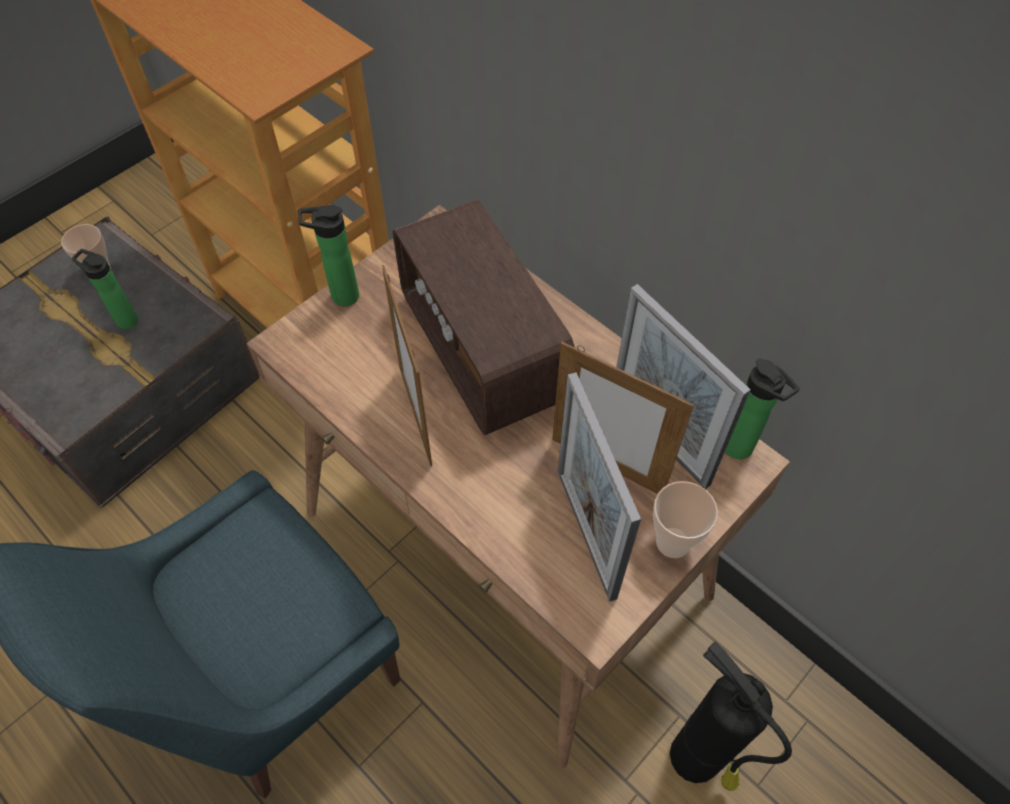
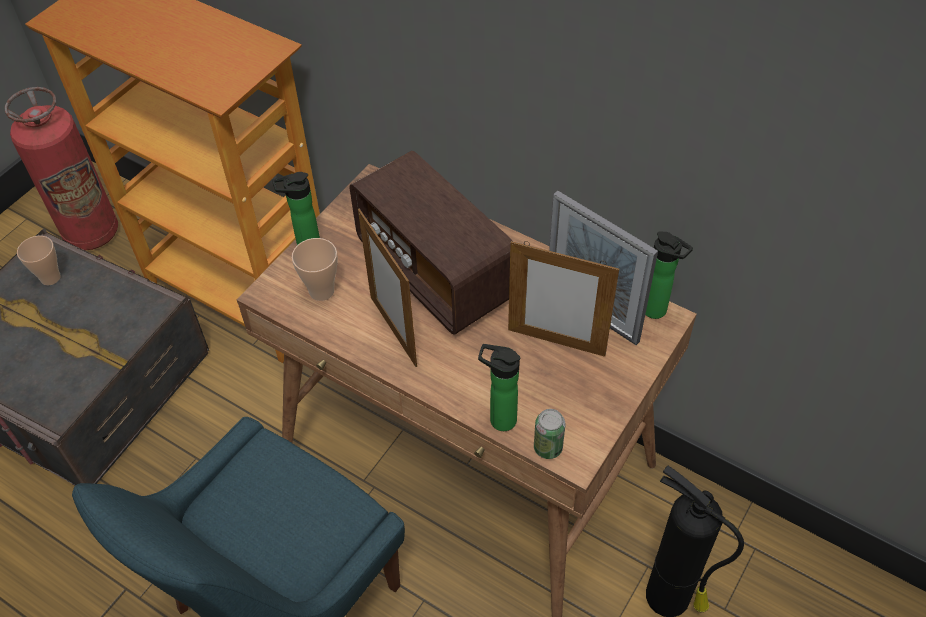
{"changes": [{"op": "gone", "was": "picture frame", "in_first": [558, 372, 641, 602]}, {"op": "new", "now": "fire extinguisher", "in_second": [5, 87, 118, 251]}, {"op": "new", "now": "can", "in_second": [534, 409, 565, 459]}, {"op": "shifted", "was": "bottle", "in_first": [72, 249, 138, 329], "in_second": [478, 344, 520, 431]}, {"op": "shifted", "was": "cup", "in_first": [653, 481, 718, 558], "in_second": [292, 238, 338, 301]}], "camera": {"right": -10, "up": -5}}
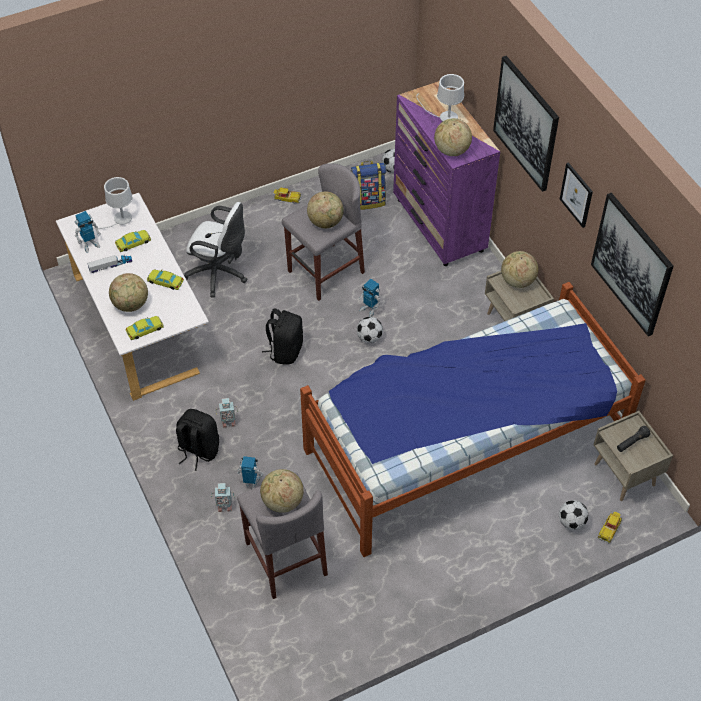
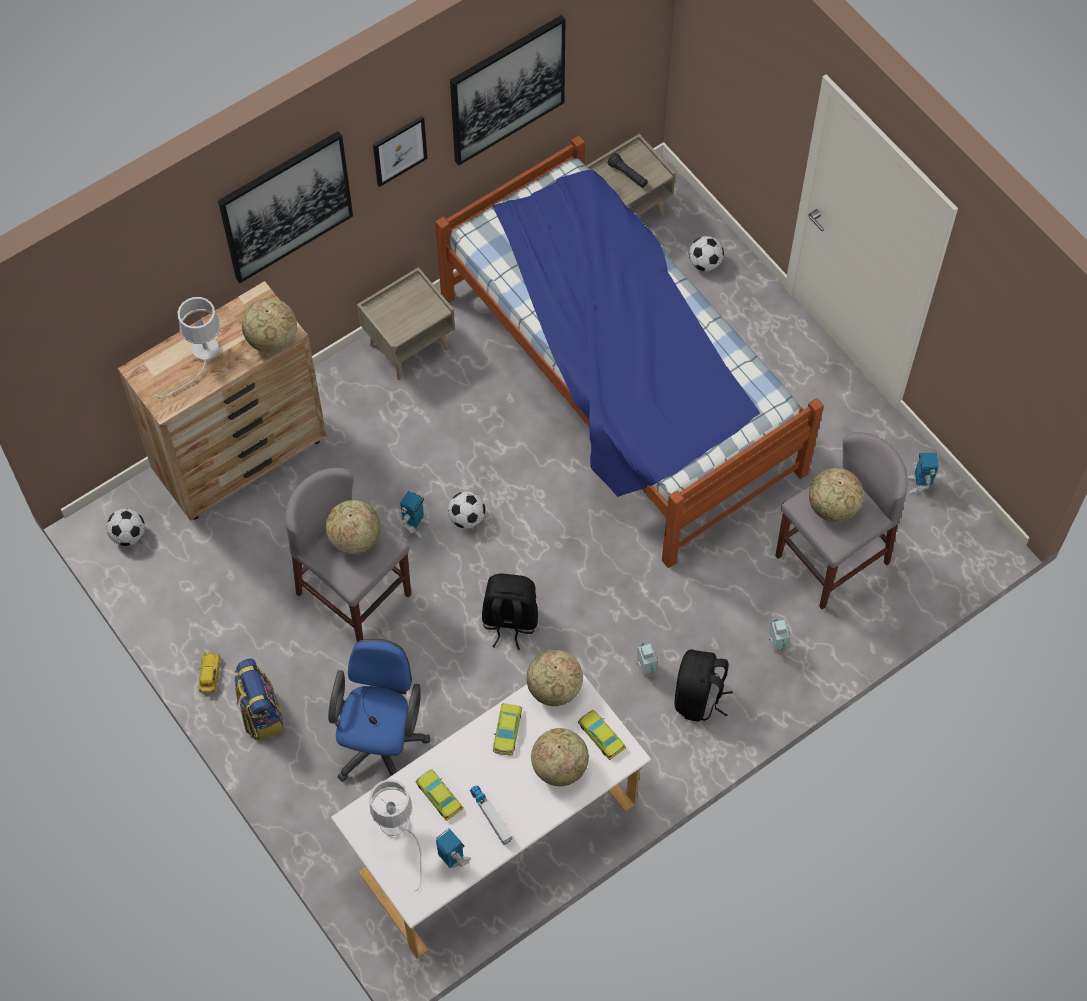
{"changes": [{"op": "gone", "was": "toy car", "in_first": [598, 512, 622, 543]}, {"op": "shifted", "was": "toy robot", "in_first": [237, 456, 264, 488], "in_second": [907, 453, 939, 495]}, {"op": "shifted", "was": "backpack", "in_first": [351, 161, 386, 210], "in_second": [234, 658, 284, 740]}, {"op": "shifted", "was": "globe", "in_first": [501, 251, 538, 288], "in_second": [526, 650, 583, 706]}, {"op": "repainted", "was": "office chair/white", "now": "office chair/blue", "in_first": [184, 202, 247, 298], "in_second": [328, 639, 430, 782]}, {"op": "repainted", "was": "dresser/purple", "now": "dresser/brown", "in_first": [393, 81, 500, 266], "in_second": [118, 281, 326, 521]}], "camera": {"right": -100, "up": 10}}
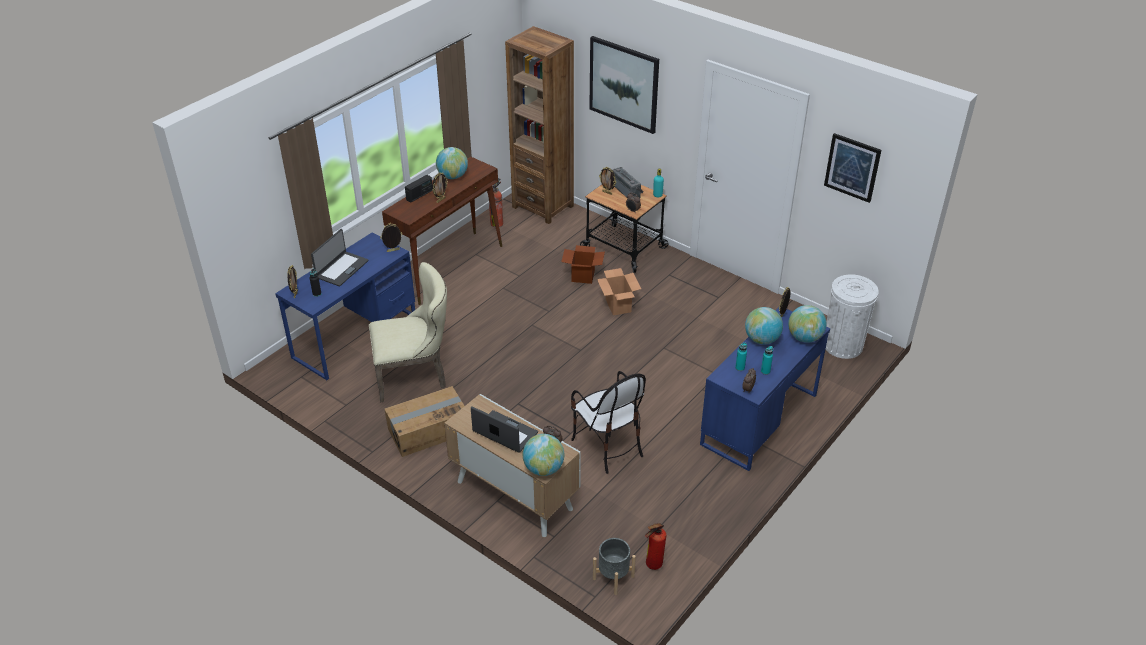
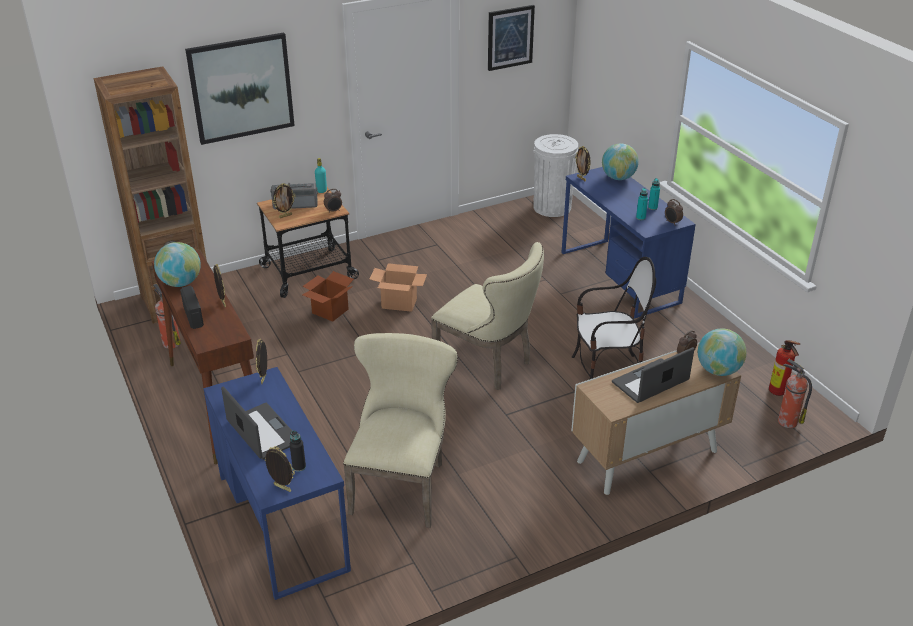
{"changes": [{"op": "gone", "was": "cardboard box", "in_first": [385, 386, 464, 457]}, {"op": "gone", "was": "globe", "in_first": [745, 307, 783, 344]}, {"op": "new", "now": "chair/beige", "in_second": [431, 242, 544, 390]}, {"op": "swapped", "was": "planter/grey", "now": "fire extinguisher", "in_first": [593, 538, 636, 595], "in_second": [778, 359, 812, 428]}], "camera": {"right": -65, "up": -5}}
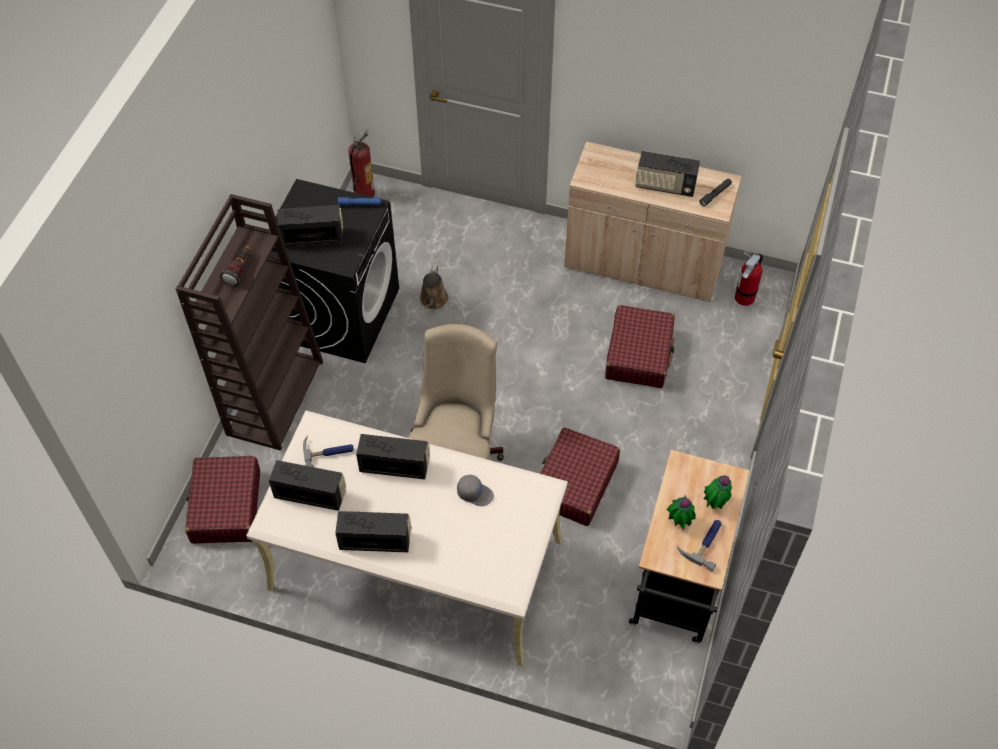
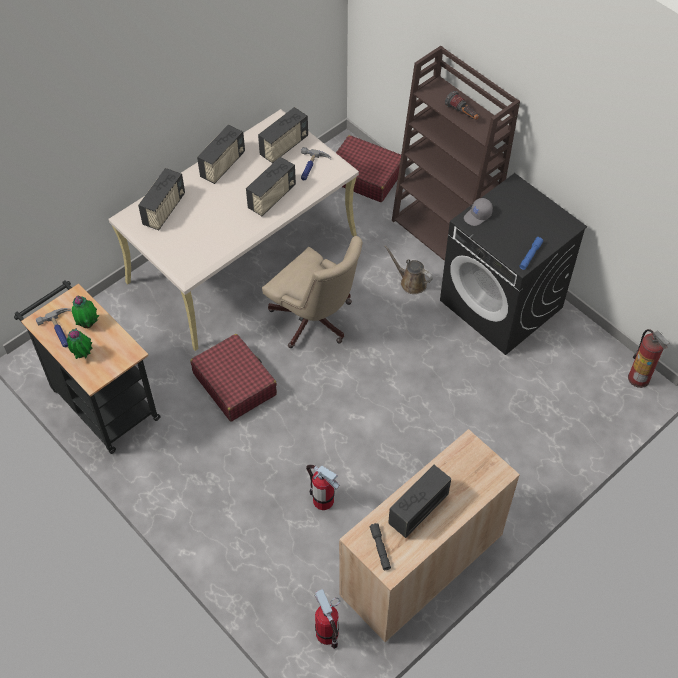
{"changes": [{"op": "shifted", "was": "radio", "in_first": [278, 205, 343, 247], "in_second": [138, 168, 185, 230]}, {"op": "shifted", "was": "watering can/brown", "in_first": [420, 265, 448, 309], "in_second": [384, 245, 433, 294]}, {"op": "shifted", "was": "cap/grey", "in_first": [457, 475, 494, 506], "in_second": [464, 198, 493, 226]}, {"op": "swapped", "was": "suitcase/red", "now": "fire extinguisher", "in_first": [605, 305, 675, 388], "in_second": [306, 464, 340, 510]}], "camera": {"right": 120, "up": 0}}
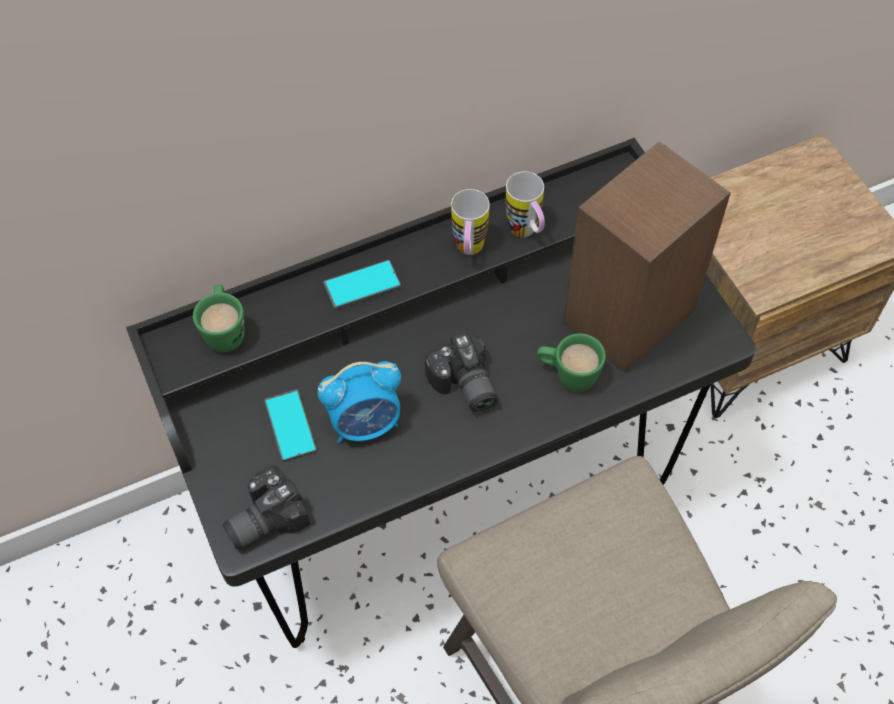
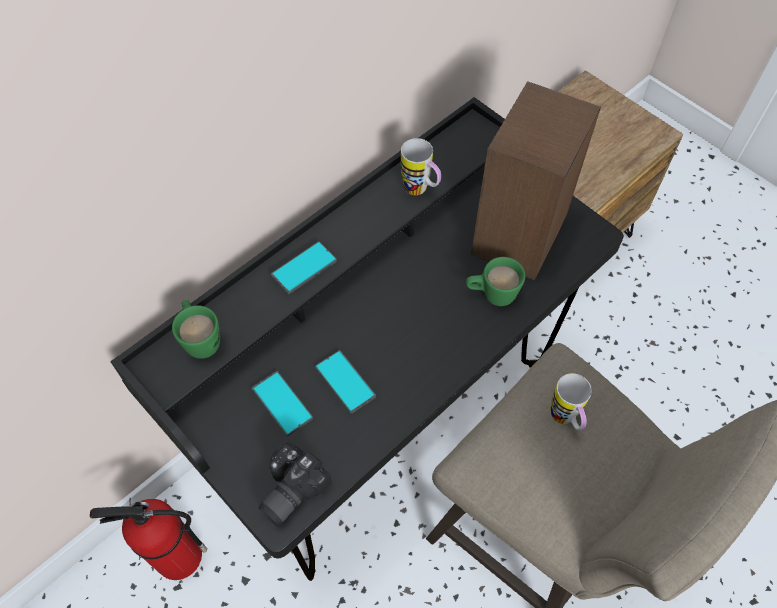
{"changes": [{"op": "gone", "was": "photo camera", "in_first": [425, 332, 498, 414]}, {"op": "new", "now": "fire extinguisher", "in_second": [90, 498, 207, 580]}, {"op": "shifted", "was": "mug", "in_first": [451, 189, 490, 255], "in_second": [551, 373, 592, 430]}, {"op": "swapped", "was": "alarm clock", "now": "phone", "in_first": [317, 361, 401, 443], "in_second": [315, 350, 376, 414]}], "camera": {"right": -20, "up": 0}}
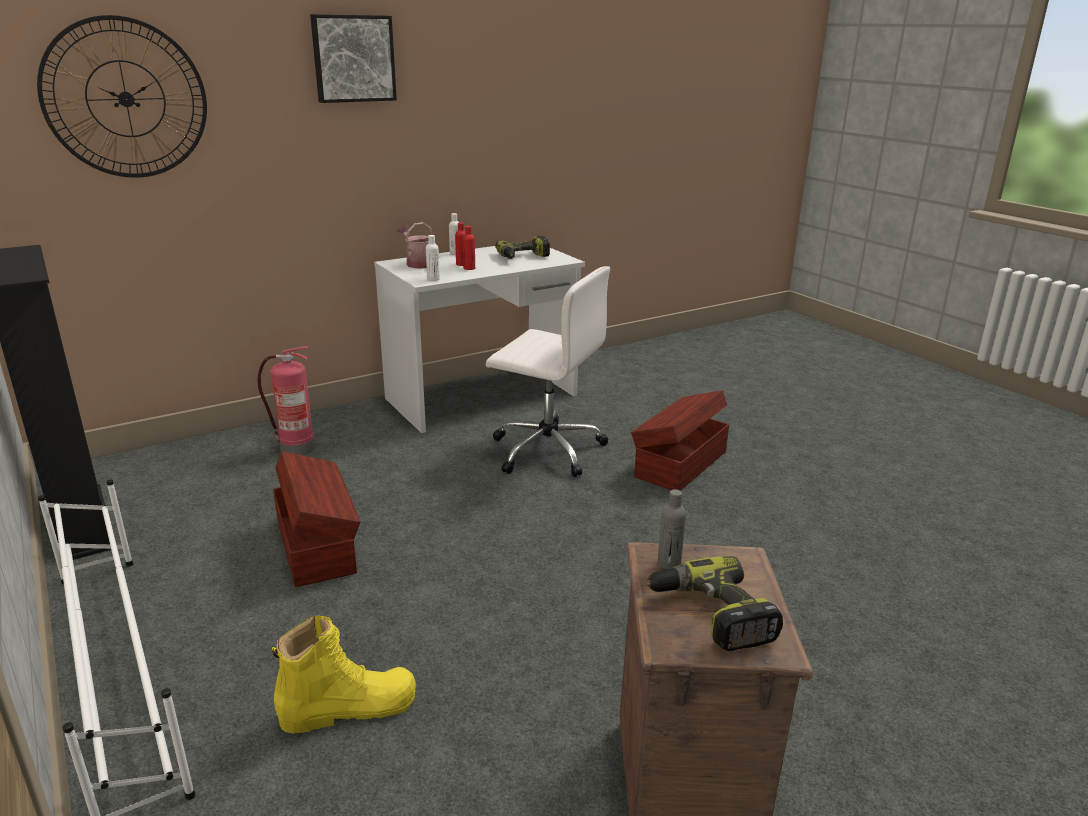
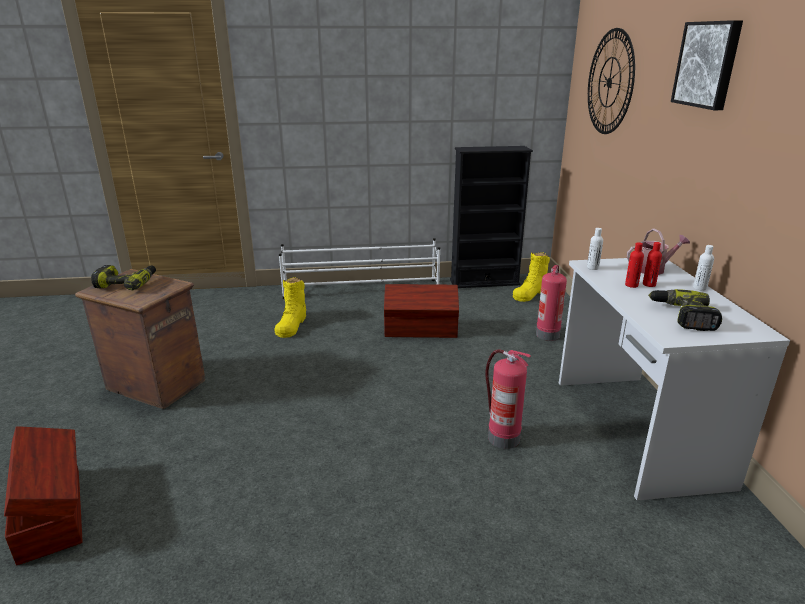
{"changes": [{"op": "gone", "was": "bottle/grey", "in_first": [658, 489, 686, 569]}, {"op": "new", "now": "boot/yellow", "in_second": [513, 252, 550, 302]}, {"op": "shifted", "was": "storage box/brown", "in_first": [631, 390, 729, 491], "in_second": [4, 426, 82, 565]}, {"op": "swapped", "was": "office chair/white", "now": "fire extinguisher", "in_first": [486, 266, 610, 477], "in_second": [486, 350, 531, 449]}], "camera": {"right": 115, "up": 0}}
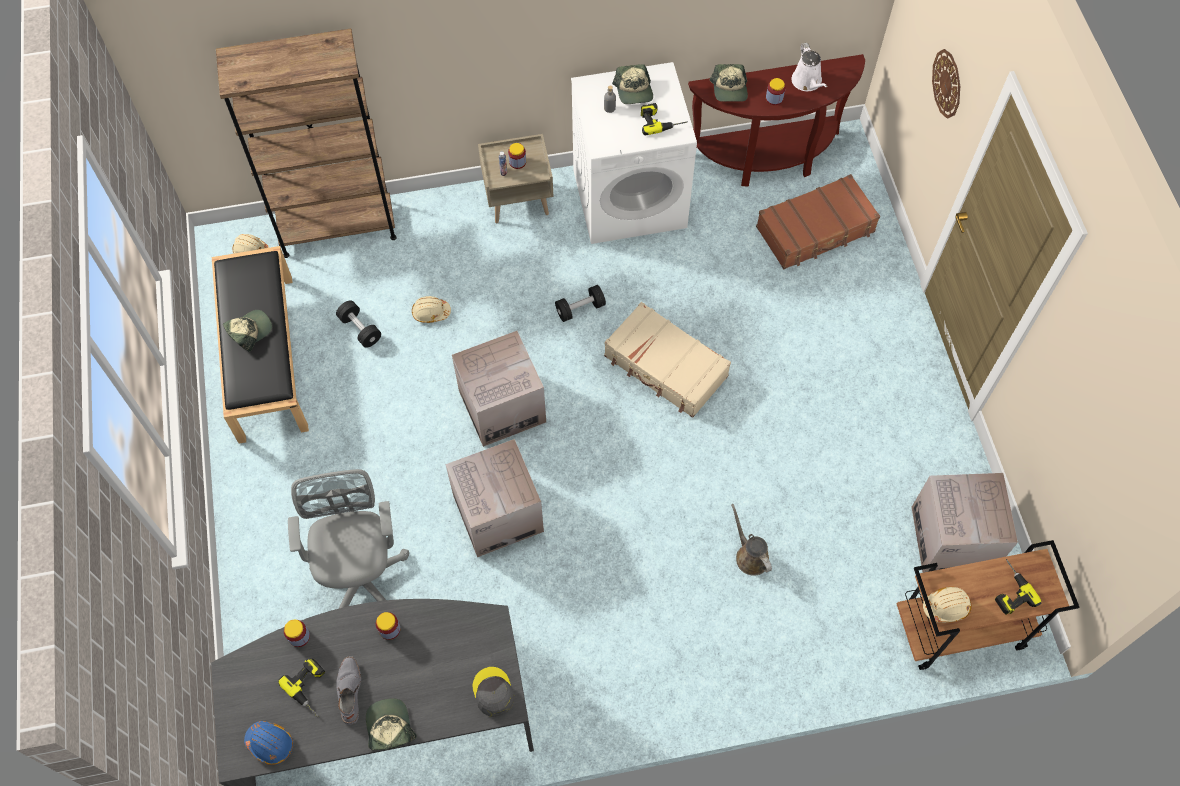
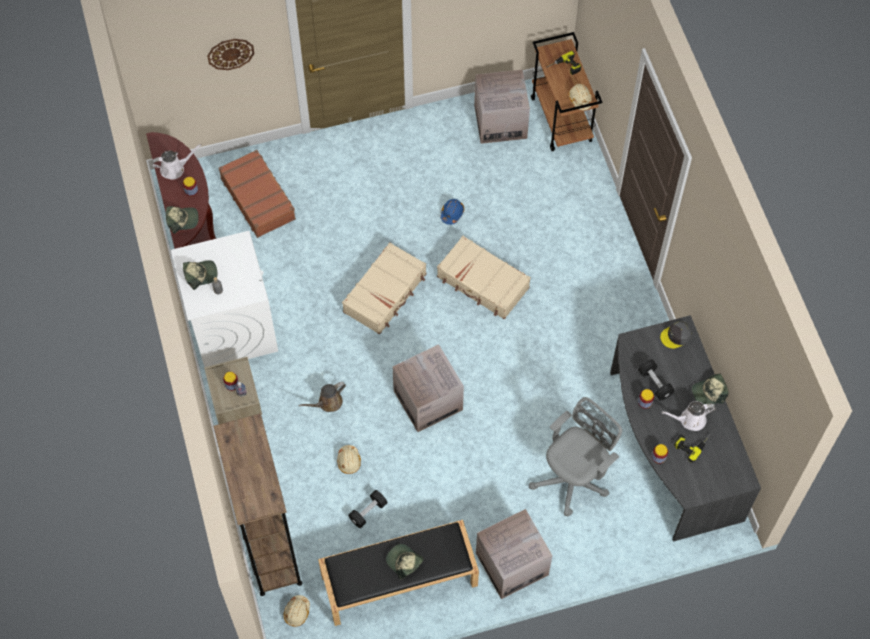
{"changes": [{"op": "gone", "was": "power drill", "in_first": [641, 103, 688, 136]}, {"op": "new", "now": "suitcase/beige", "in_second": [437, 236, 531, 319]}, {"op": "shifted", "was": "hard hat/blue", "in_first": [244, 721, 293, 765], "in_second": [440, 199, 464, 225]}, {"op": "shifted", "was": "cardboard box", "in_first": [446, 439, 544, 557], "in_second": [476, 509, 552, 599]}, {"op": "shifted", "was": "dumbbell/black", "in_first": [555, 285, 606, 322], "in_second": [638, 359, 675, 401]}, {"op": "shifted", "was": "watering can/brown", "in_first": [731, 504, 772, 576], "in_second": [298, 382, 346, 412]}, {"op": "swapped", "was": "boot/grey", "now": "watering can/white", "in_first": [336, 656, 361, 725], "in_second": [662, 401, 716, 431]}, {"op": "rotated", "was": "office chair/grey", "in_first": [288, 469, 409, 608], "in_second": [529, 397, 622, 516], "clockwise": 150}], "camera": {"right": -95, "up": 0}}
